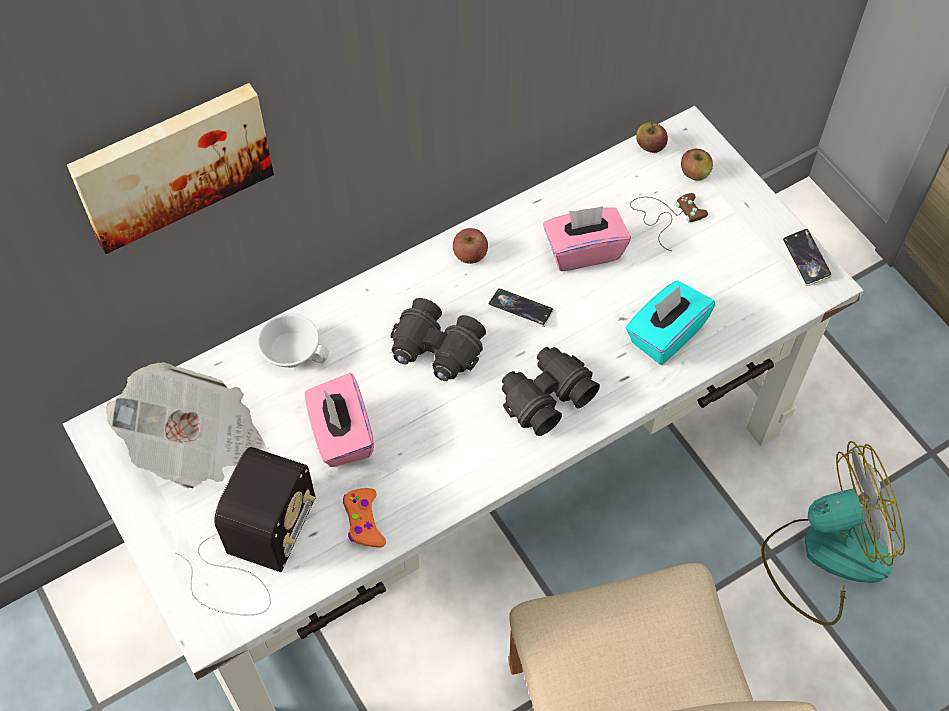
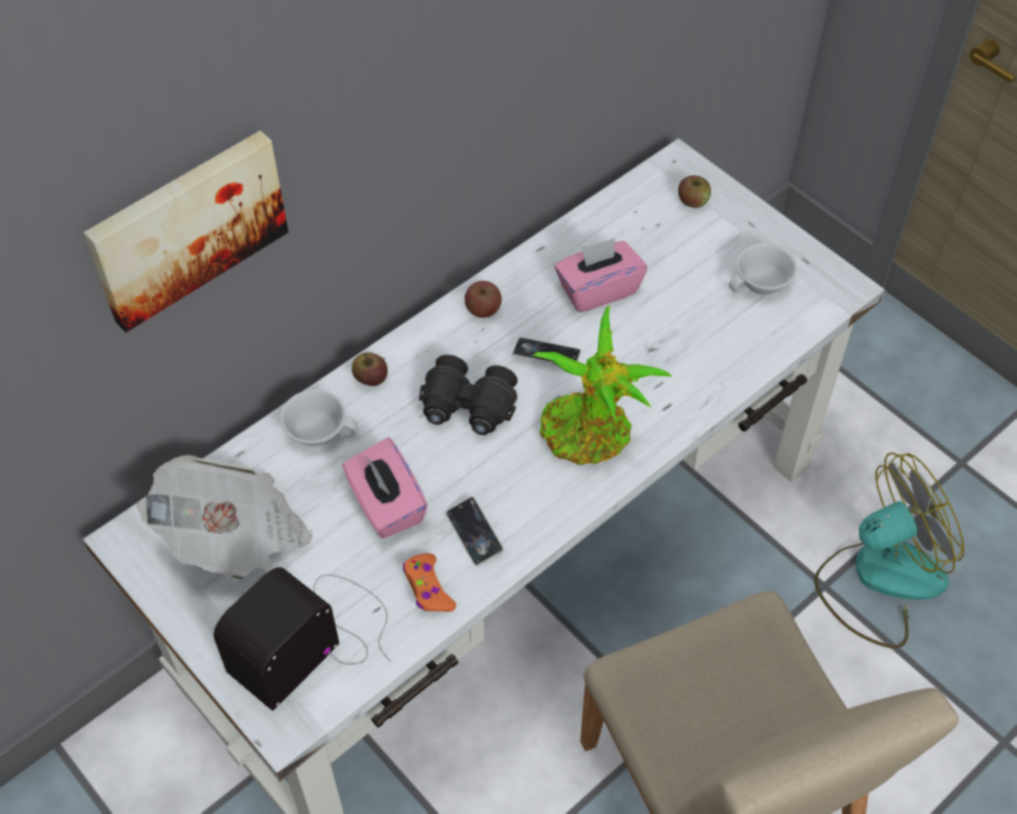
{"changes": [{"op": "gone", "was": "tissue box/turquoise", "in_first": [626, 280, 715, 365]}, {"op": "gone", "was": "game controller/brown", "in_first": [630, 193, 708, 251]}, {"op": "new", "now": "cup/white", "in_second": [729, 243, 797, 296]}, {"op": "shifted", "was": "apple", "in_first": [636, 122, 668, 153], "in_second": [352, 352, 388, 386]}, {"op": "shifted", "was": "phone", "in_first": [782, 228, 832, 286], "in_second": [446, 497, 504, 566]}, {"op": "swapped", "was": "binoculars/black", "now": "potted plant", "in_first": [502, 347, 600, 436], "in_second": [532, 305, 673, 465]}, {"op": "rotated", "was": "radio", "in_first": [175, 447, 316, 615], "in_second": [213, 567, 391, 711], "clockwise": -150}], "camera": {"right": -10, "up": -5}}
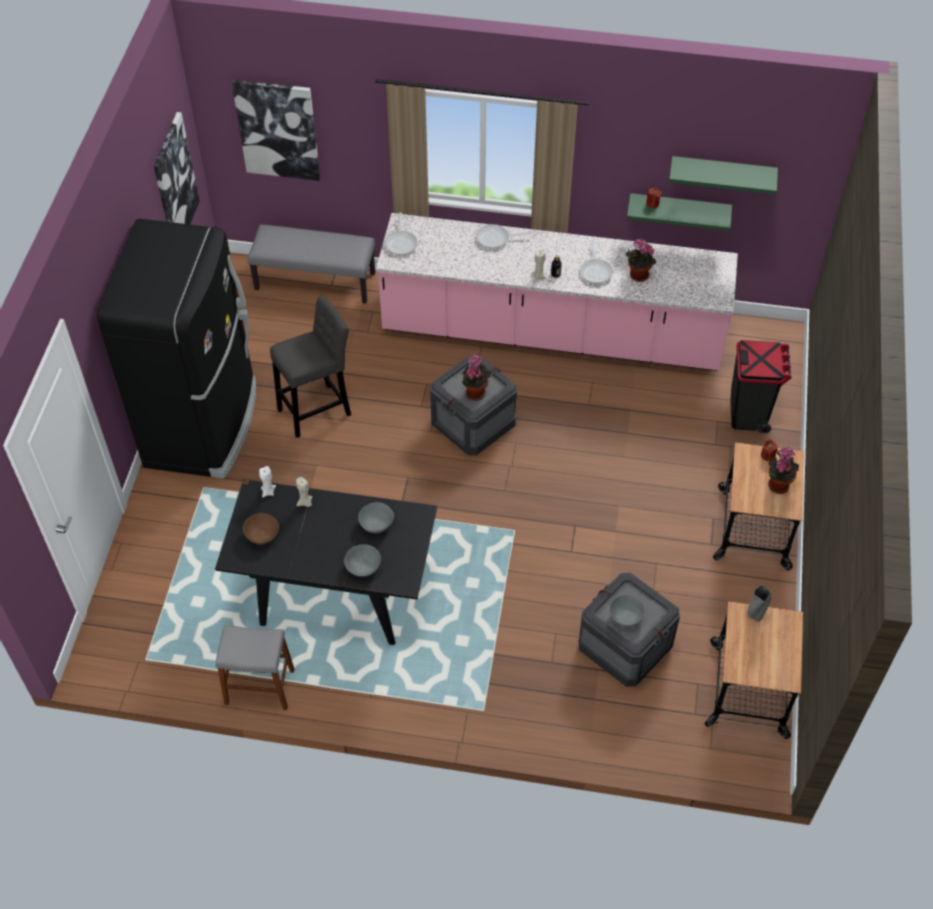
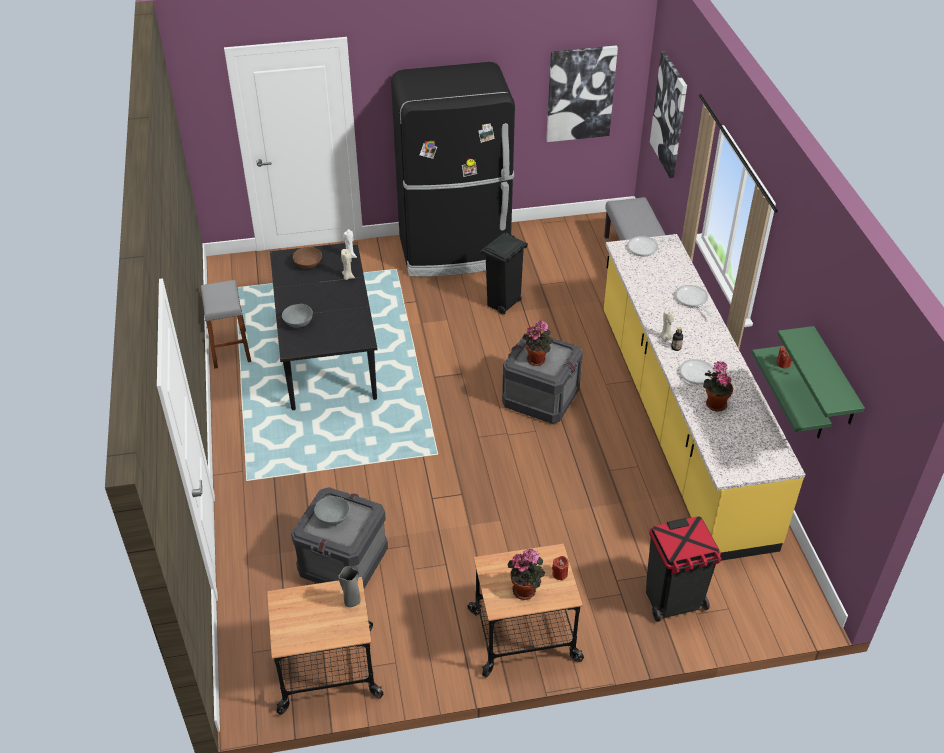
{"changes": [{"op": "gone", "was": "bowl/grey", "in_first": [358, 502, 394, 533]}, {"op": "swapped", "was": "stool/grey", "now": "trash can/black", "in_first": [270, 295, 351, 438], "in_second": [480, 232, 528, 315]}, {"op": "repainted", "was": "counter/pink", "now": "counter/yellow", "in_first": [376, 213, 738, 371], "in_second": [604, 234, 805, 561]}], "camera": {"right": 70, "up": -10}}
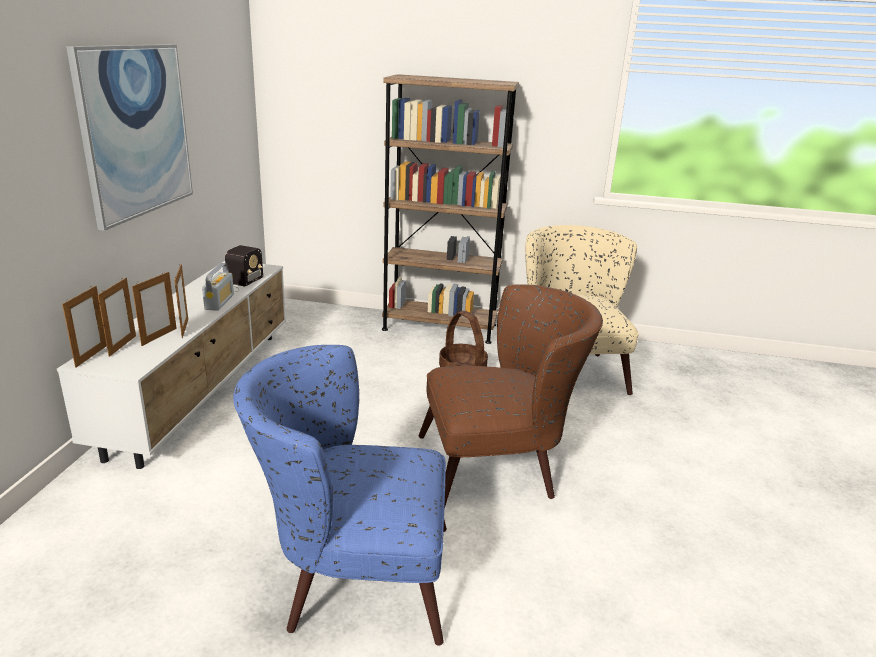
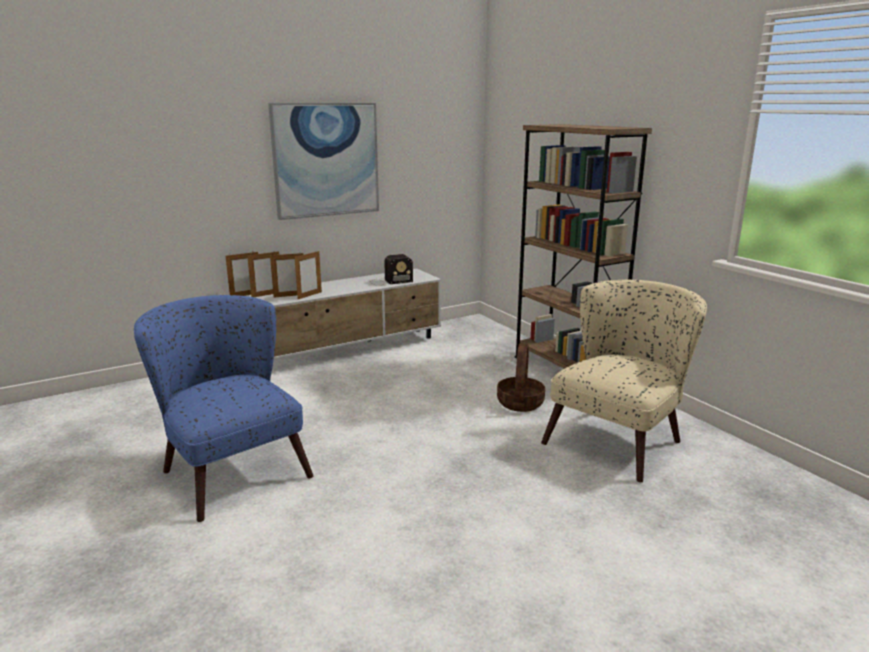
{"changes": [{"op": "gone", "was": "radio", "in_first": [202, 263, 234, 311]}, {"op": "gone", "was": "armchair/brown", "in_first": [418, 284, 603, 509]}], "camera": {"right": 50, "up": -5}}
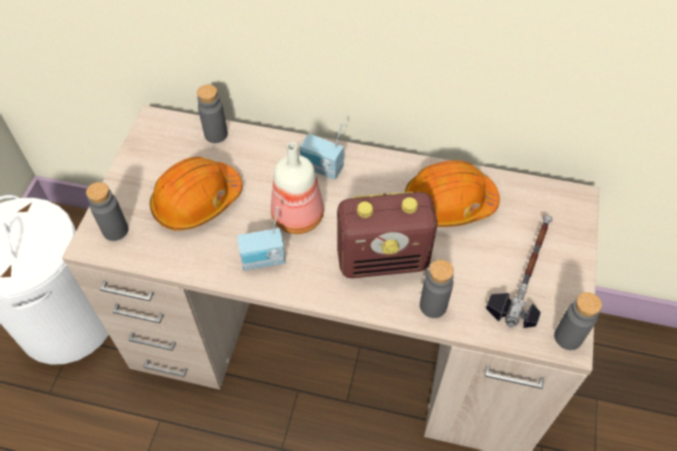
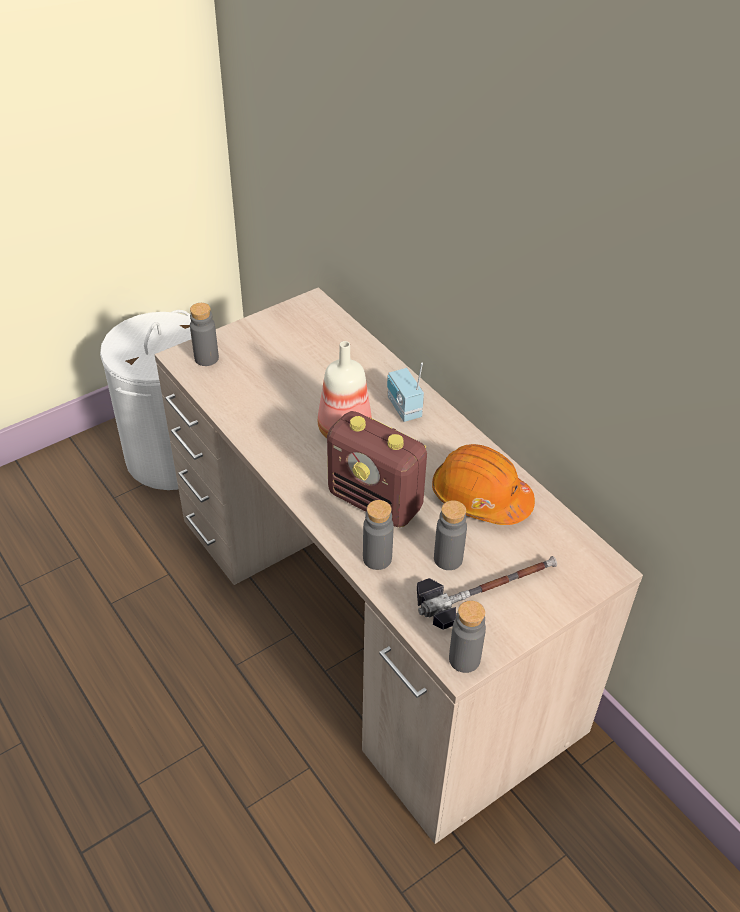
{"changes": [{"op": "gone", "was": "hard hat/orange", "in_first": [150, 157, 242, 231]}, {"op": "gone", "was": "radio", "in_first": [237, 206, 286, 271]}, {"op": "shifted", "was": "bottle/grey", "in_first": [197, 85, 228, 143], "in_second": [434, 500, 467, 570]}], "camera": {"right": 40, "up": -10}}
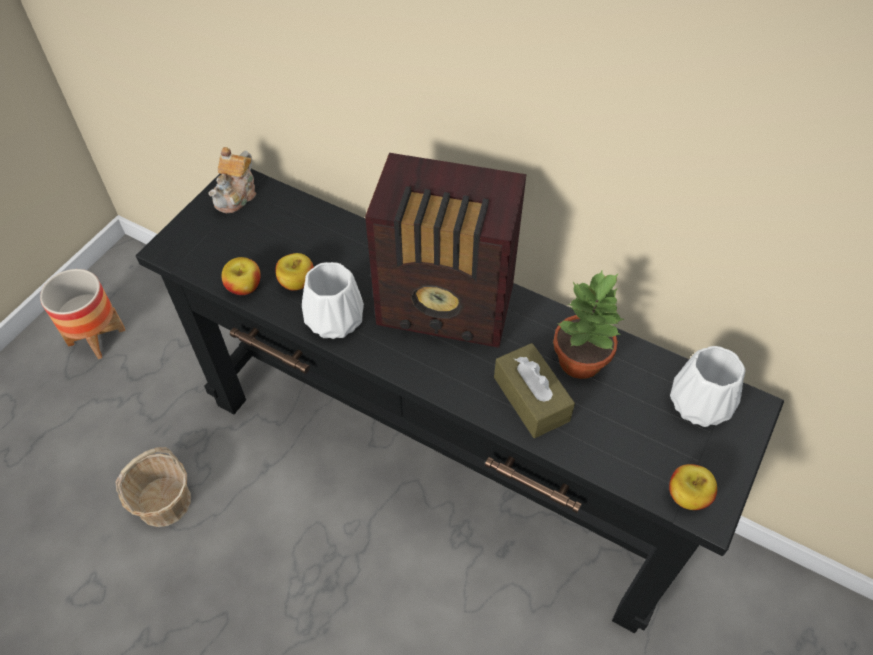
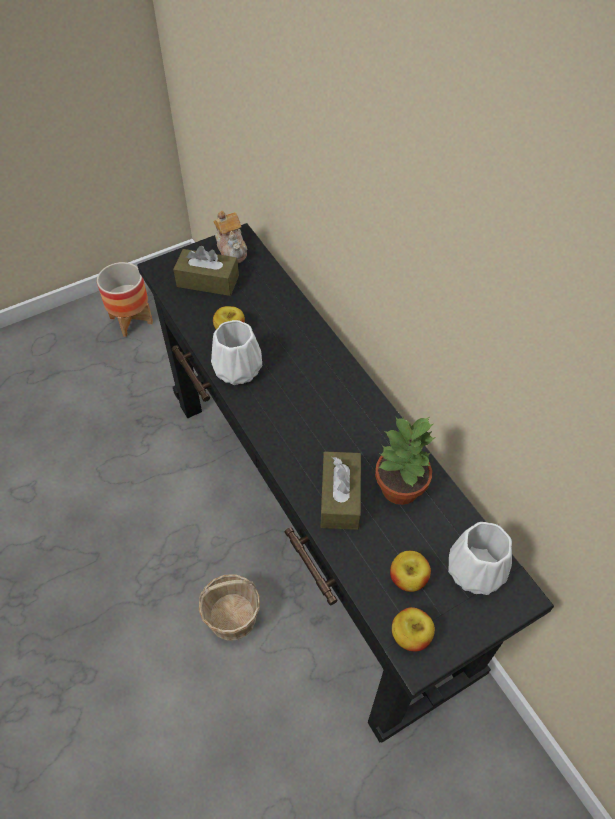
{"changes": [{"op": "gone", "was": "radio", "in_first": [365, 153, 526, 348]}, {"op": "new", "now": "tissue box/brown", "in_second": [173, 246, 239, 296]}, {"op": "shifted", "was": "basket", "in_first": [115, 447, 191, 527], "in_second": [199, 574, 260, 641]}, {"op": "shifted", "was": "apple", "in_first": [221, 257, 261, 295], "in_second": [390, 551, 431, 592]}, {"op": "rotated", "was": "teapot", "in_first": [209, 147, 257, 213], "in_second": [213, 211, 247, 263], "clockwise": -75}], "camera": {"right": 30, "up": 0}}
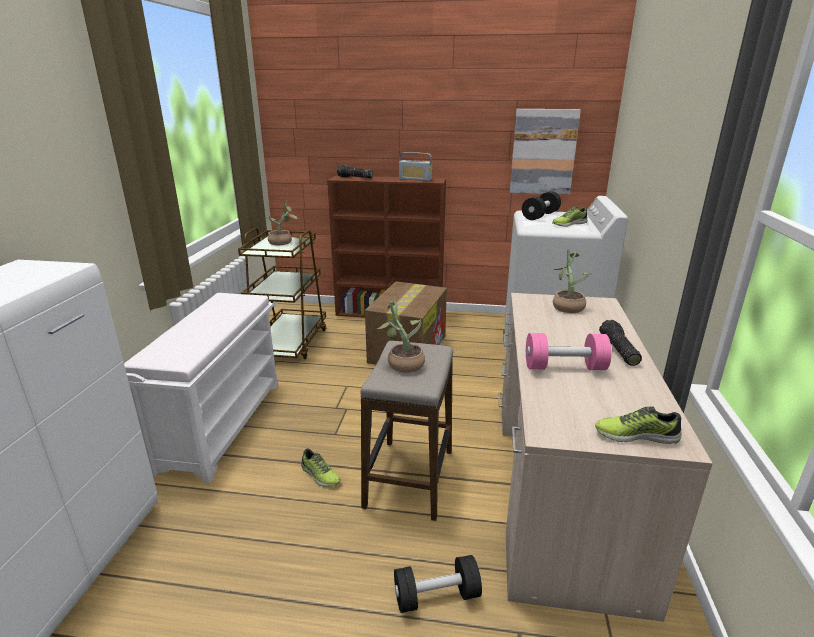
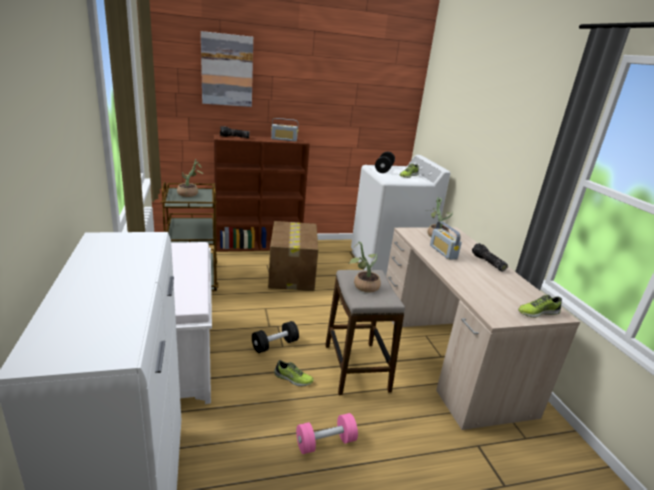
{"changes": [{"op": "new", "now": "radio", "in_second": [430, 222, 462, 260]}, {"op": "shifted", "was": "dumbbell/black", "in_first": [394, 555, 482, 613], "in_second": [252, 321, 299, 353]}, {"op": "shifted", "was": "picture", "in_first": [510, 109, 581, 195], "in_second": [201, 31, 253, 107]}, {"op": "shifted", "was": "dumbbell/pink", "in_first": [526, 333, 612, 370], "in_second": [296, 413, 358, 454]}], "camera": {"right": -25, "up": 0}}
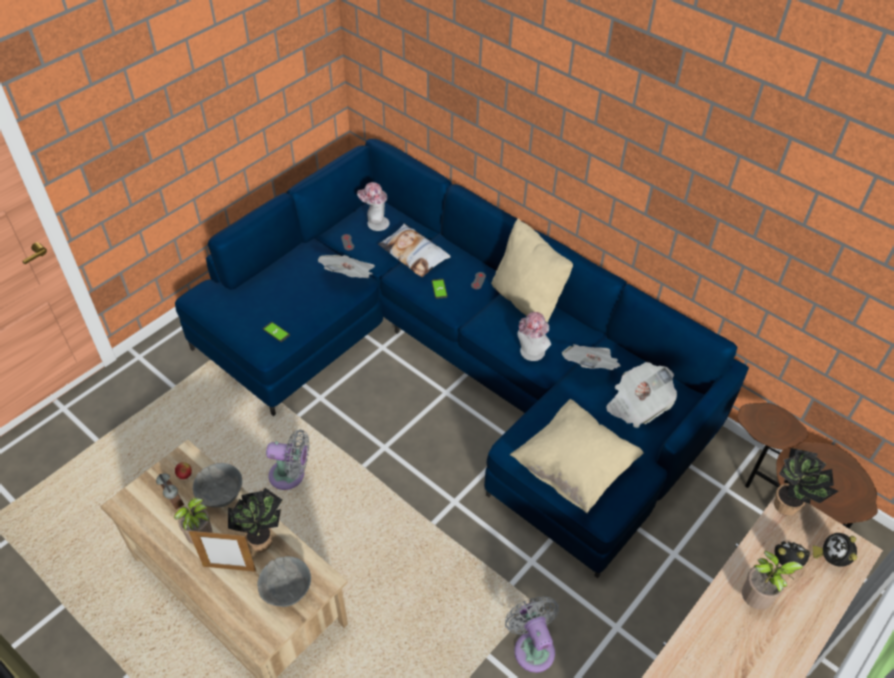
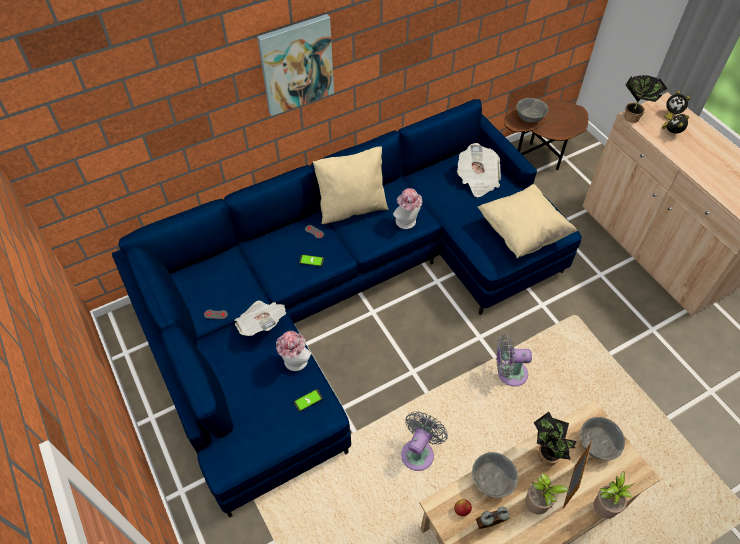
{"changes": [{"op": "gone", "was": "pillow", "in_first": [378, 223, 451, 277]}, {"op": "gone", "was": "newspaper", "in_first": [562, 344, 621, 370]}, {"op": "new", "now": "picture", "in_second": [257, 14, 334, 116]}, {"op": "new", "now": "bowl/grey", "in_second": [517, 98, 548, 123]}, {"op": "shifted", "was": "hat", "in_first": [357, 182, 390, 231], "in_second": [276, 331, 311, 371]}, {"op": "shifted", "was": "fan/grey", "in_first": [505, 596, 559, 673], "in_second": [496, 335, 532, 387]}, {"op": "shifted", "was": "potted plant", "in_first": [742, 551, 803, 610], "in_second": [594, 471, 635, 519]}], "camera": {"right": -70, "up": 5}}
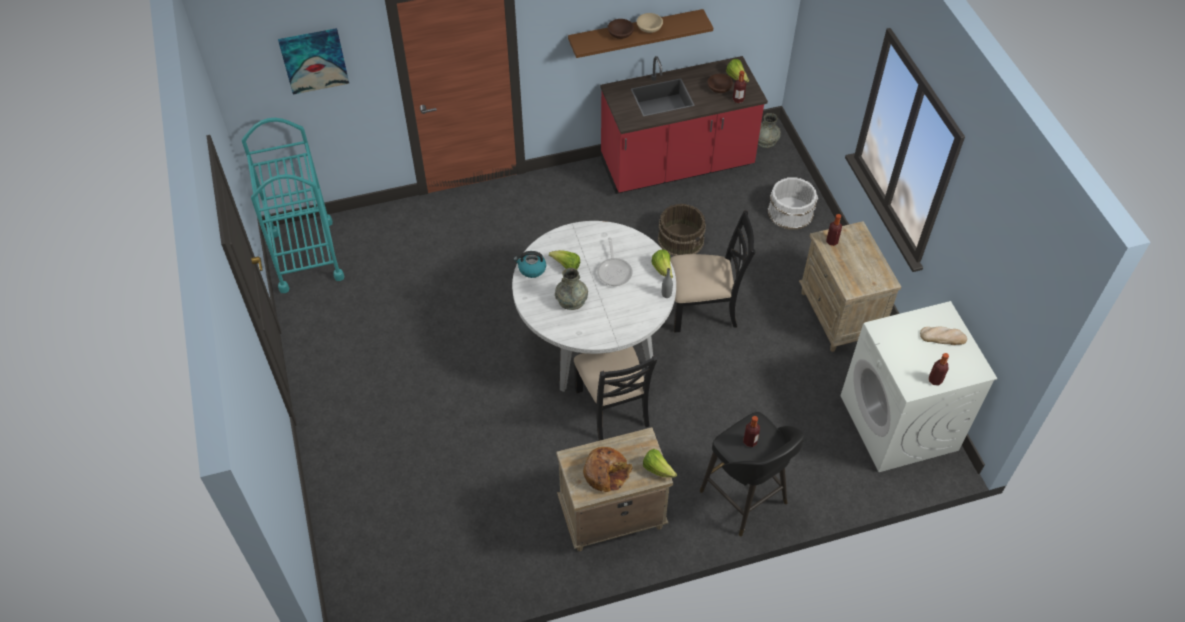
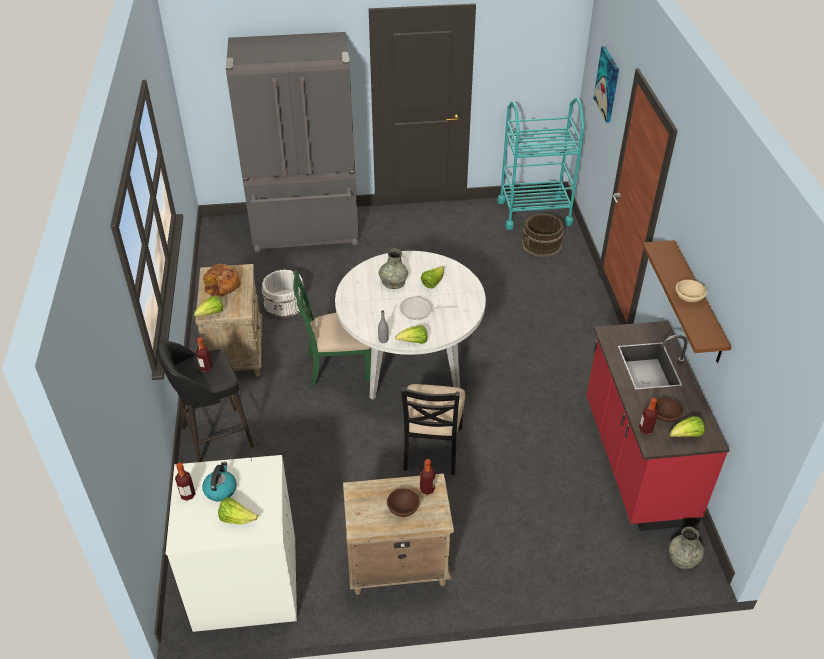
{"changes": [{"op": "new", "now": "fridge/grey", "in_second": [226, 32, 359, 252]}, {"op": "shifted", "was": "kettle", "in_first": [513, 251, 546, 278], "in_second": [202, 462, 237, 501]}, {"op": "shifted", "was": "bowl/brown", "in_first": [608, 19, 634, 39], "in_second": [387, 489, 420, 517]}, {"op": "shifted", "was": "bucket/brown", "in_first": [658, 203, 706, 256], "in_second": [522, 214, 564, 257]}, {"op": "shifted", "was": "bucket/white", "in_first": [768, 178, 818, 230], "in_second": [262, 270, 305, 318]}, {"op": "swapped", "was": "bread", "now": "lettuce", "in_first": [920, 326, 967, 345], "in_second": [218, 497, 258, 524]}, {"op": "repainted", "was": "chair/black", "now": "chair/green", "in_first": [574, 346, 657, 441], "in_second": [293, 270, 371, 387]}], "camera": {"right": 100, "up": -10}}
